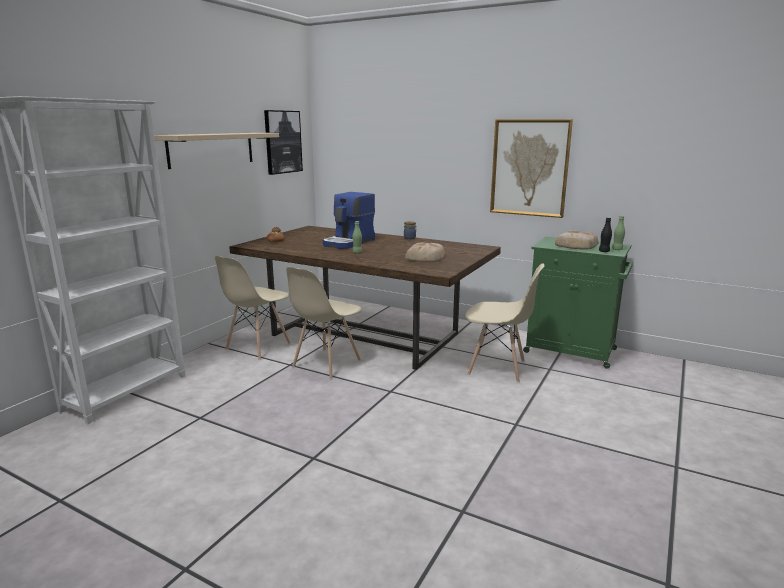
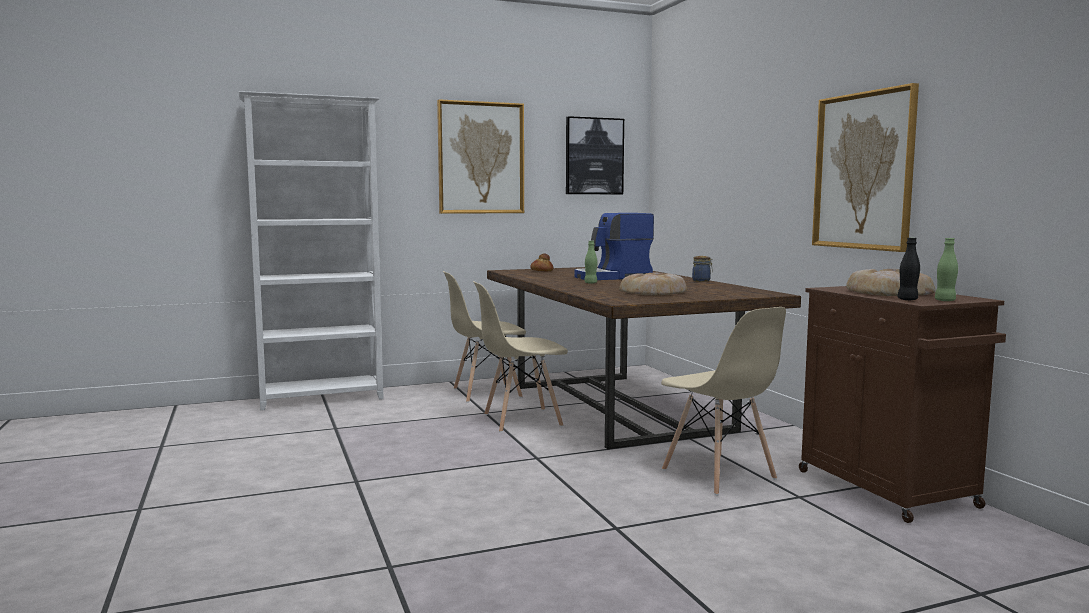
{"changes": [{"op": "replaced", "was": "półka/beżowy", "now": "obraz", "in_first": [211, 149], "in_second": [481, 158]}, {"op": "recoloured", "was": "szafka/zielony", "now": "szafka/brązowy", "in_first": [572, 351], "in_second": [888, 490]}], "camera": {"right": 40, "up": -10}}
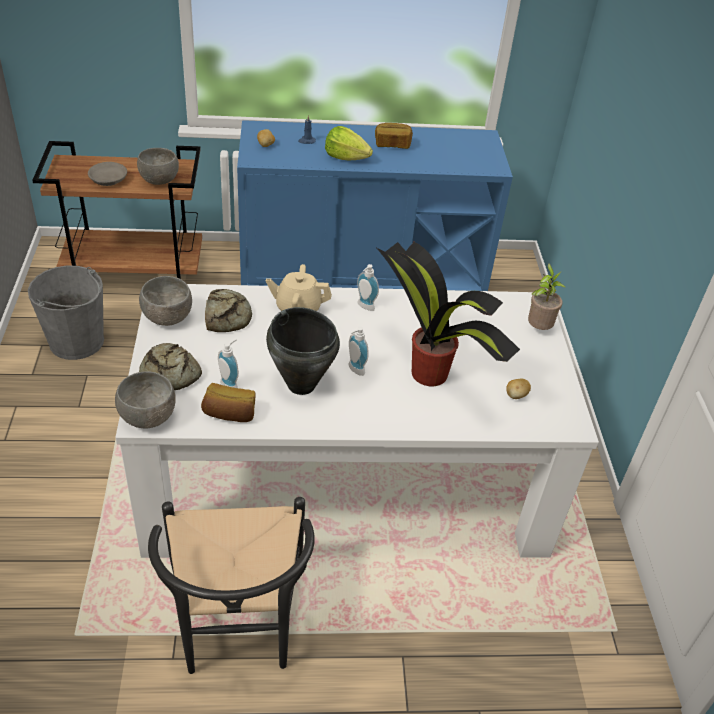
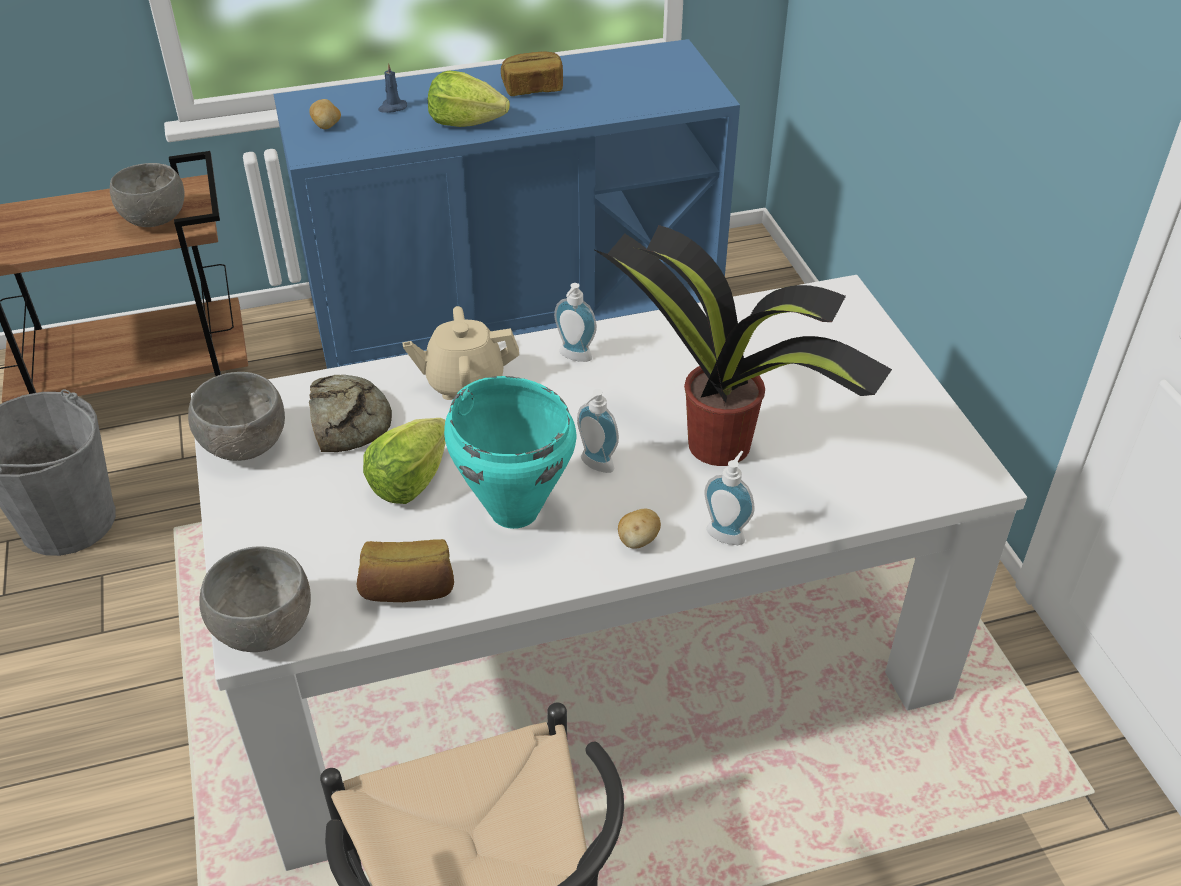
{"changes": [{"op": "removed", "was": "miska/szary", "in_first": [108, 179]}, {"op": "removed", "was": "chleb", "in_first": [169, 374]}, {"op": "moved", "was": "dozownik mydła", "in_first": [231, 384], "in_second": [727, 532]}, {"op": "recoloured", "was": "garnek/czarny", "now": "garnek/turkusowy", "in_first": [301, 384], "in_second": [514, 510]}, {"op": "moved", "was": "ziemniak", "in_first": [516, 395], "in_second": [638, 541]}, {"op": "removed", "was": "roślina doniczkowa", "in_first": [538, 328]}, {"op": "added", "now": "sałata", "in_second": [409, 480]}], "camera": {"right": -10, "up": 0}}
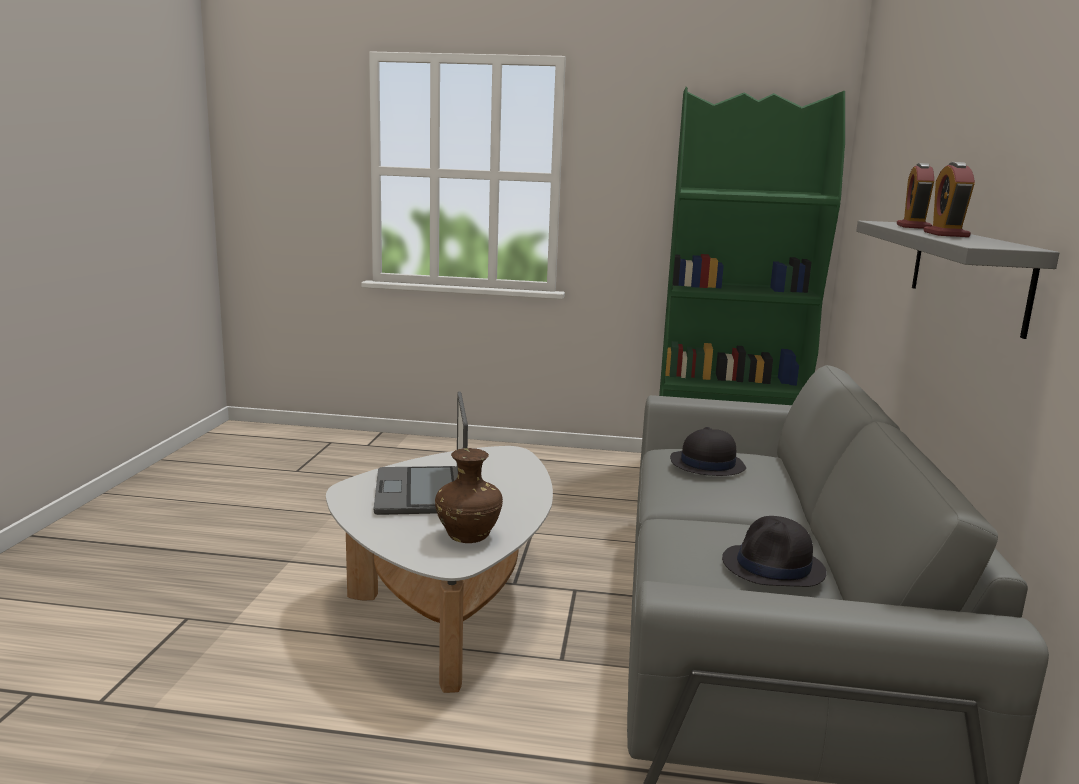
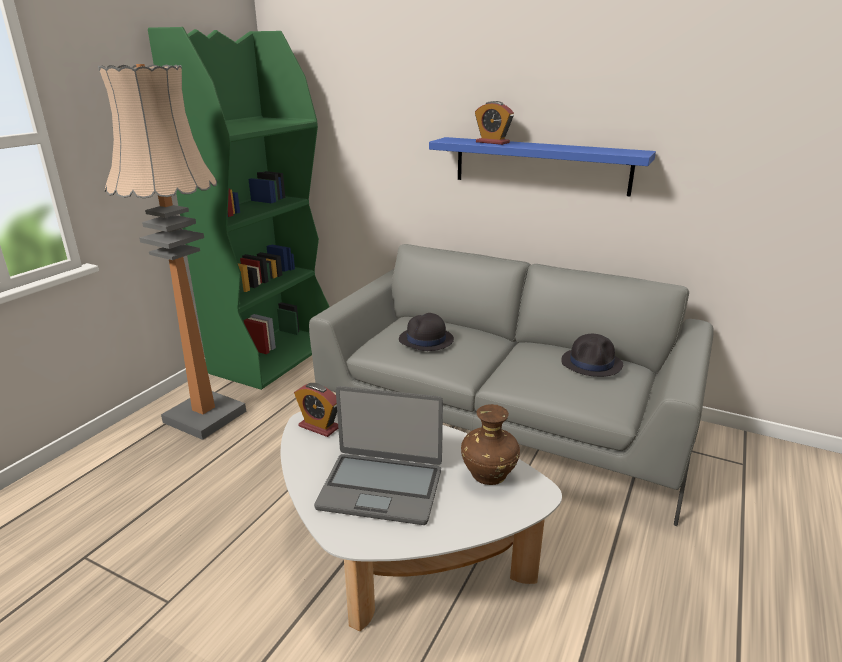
{"changes": [{"op": "recoloured", "was": "półka/szary", "now": "półka/niebieski", "in_first": [966, 272], "in_second": [540, 165]}, {"op": "moved", "was": "budzik", "in_first": [945, 234], "in_second": [319, 427]}, {"op": "added", "now": "lampa stojąca", "in_second": [205, 417]}], "camera": {"right": -70, "up": 10}}
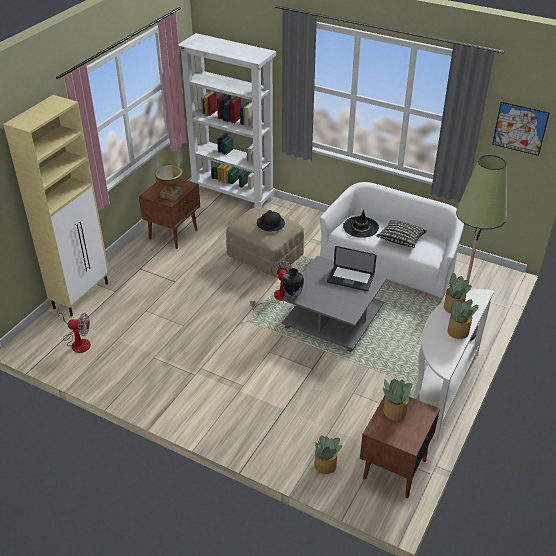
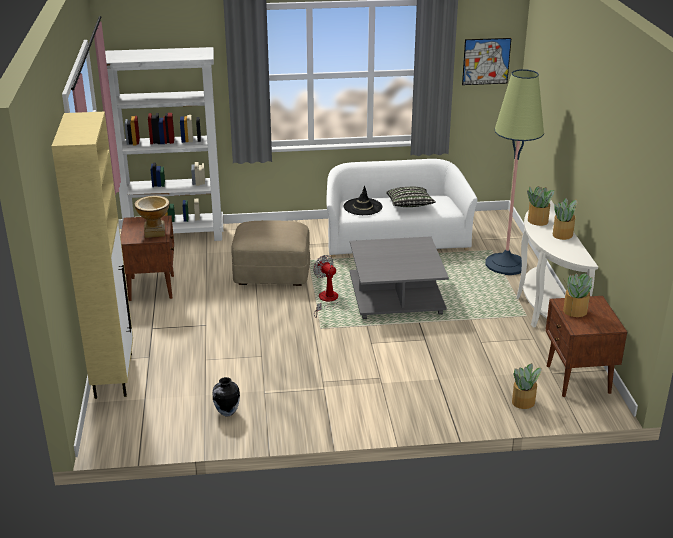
{"changes": [{"op": "removed", "was": "wentylator", "in_first": [78, 342]}, {"op": "removed", "was": "kapelusz/czarny", "in_first": [270, 223]}, {"op": "moved", "was": "wazon", "in_first": [292, 295], "in_second": [227, 413]}, {"op": "removed", "was": "laptop", "in_first": [350, 279]}], "camera": {"right": -35, "up": -10}}
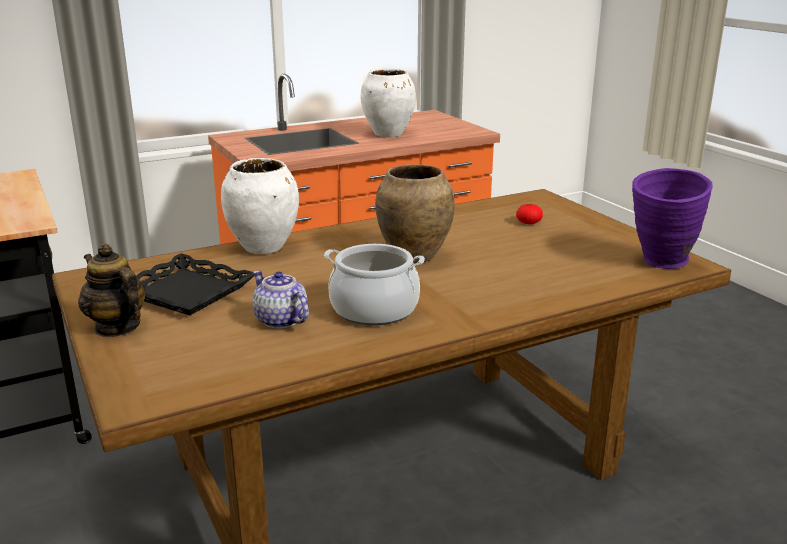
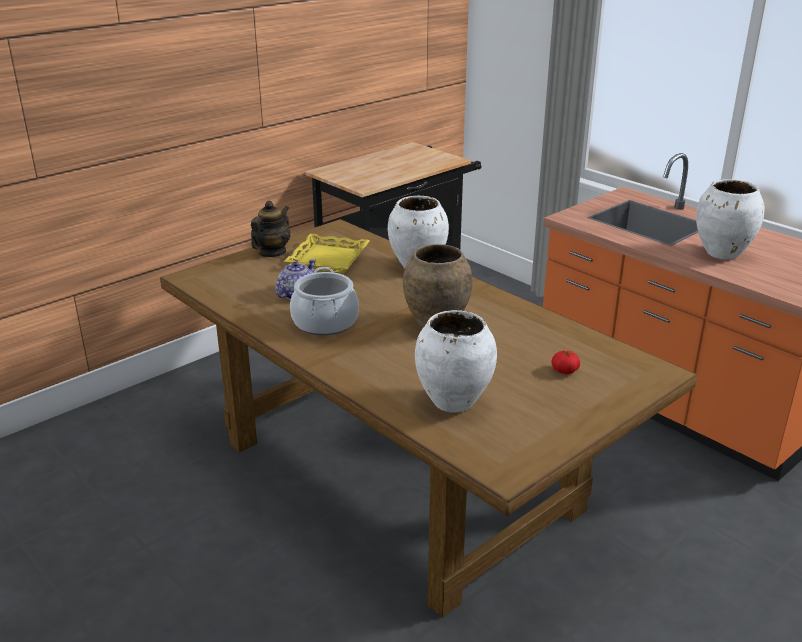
{"changes": [{"op": "recoloured", "was": "taca/czarny", "now": "taca/żółty", "in_first": [185, 292], "in_second": [327, 259]}, {"op": "removed", "was": "wazon/fioletowy", "in_first": [660, 264]}, {"op": "added", "now": "wazon/biały", "in_second": [452, 402]}], "camera": {"right": 75, "up": 5}}
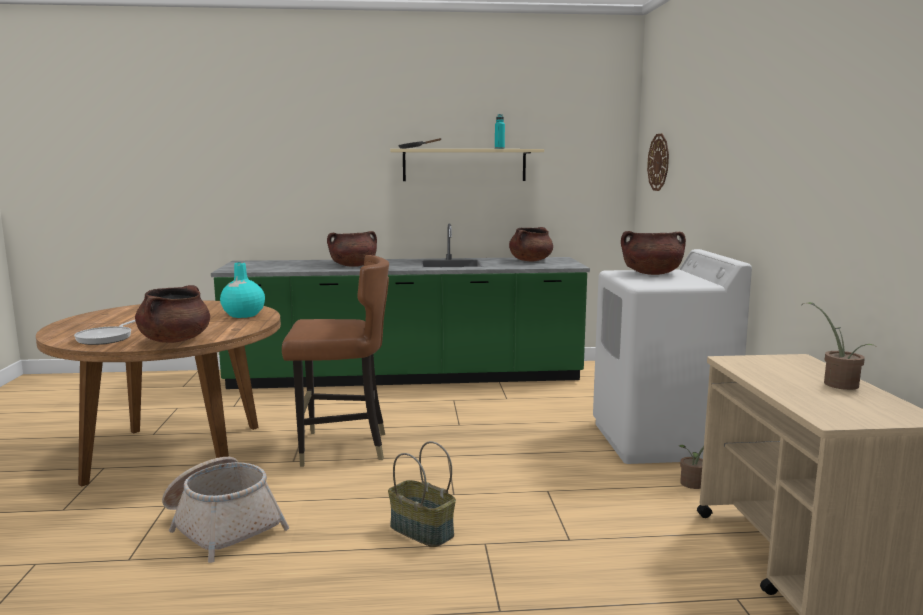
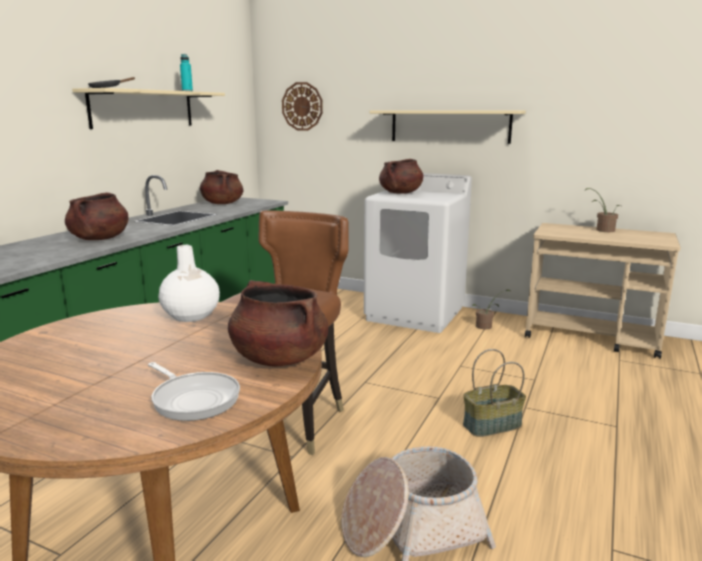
{"changes": [{"op": "recoloured", "was": "wazon/turkusowy", "now": "wazon/biały", "in_first": [243, 315], "in_second": [190, 316]}, {"op": "added", "now": "półka/beżowy", "in_second": [449, 126]}], "camera": {"right": -60, "up": 5}}
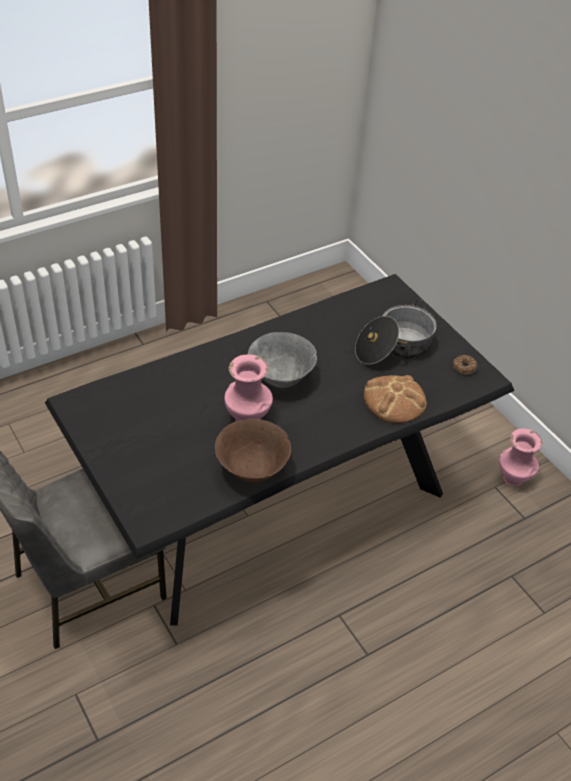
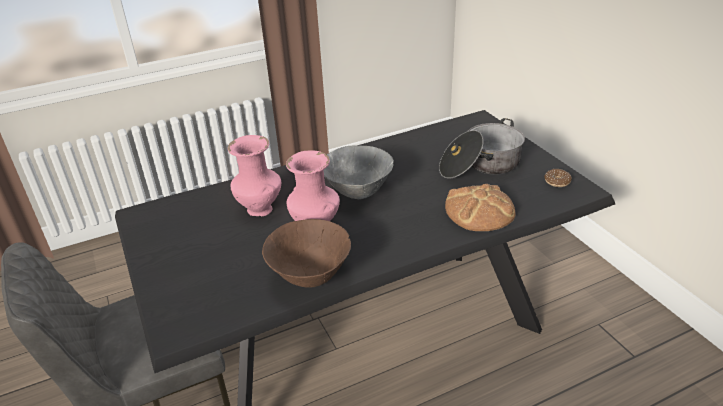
{"changes": [{"op": "moved", "was": "wazon/różowy", "in_first": [513, 479], "in_second": [260, 210]}], "camera": {"right": 10, "up": -10}}
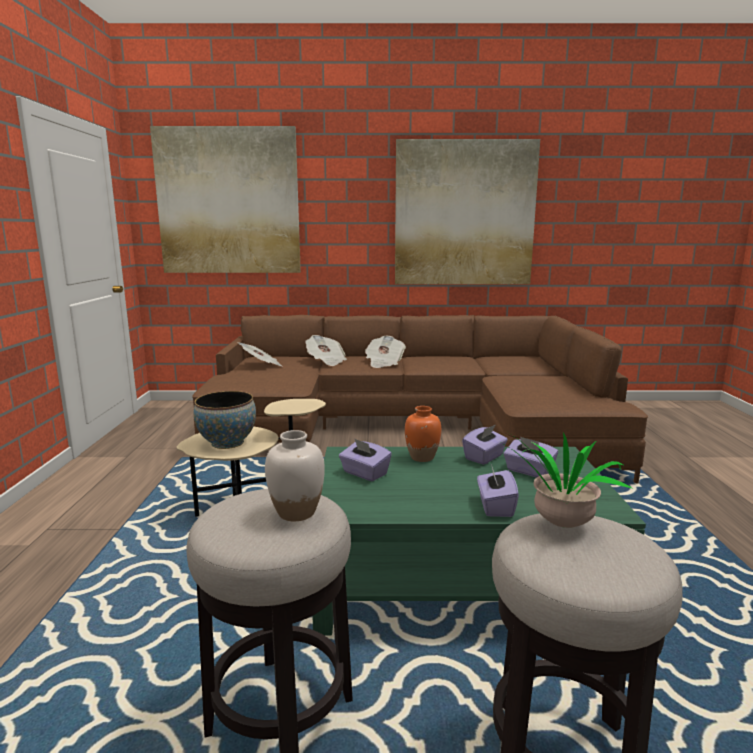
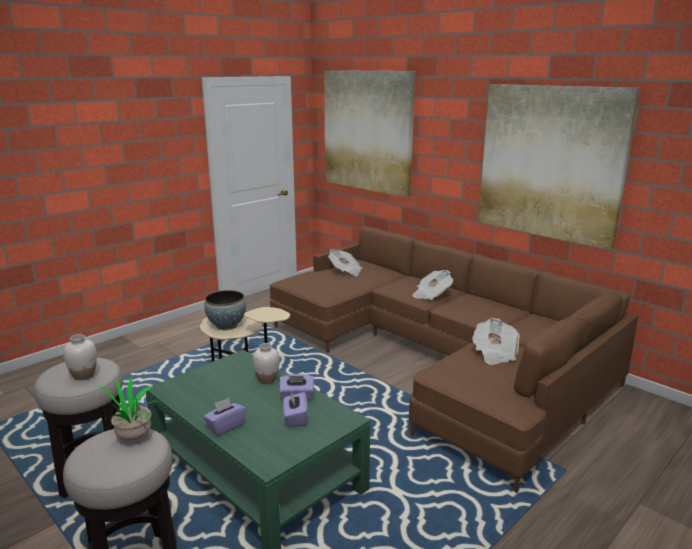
{"changes": [{"op": "moved", "was": "gazeta", "in_first": [326, 361], "in_second": [494, 353]}, {"op": "removed", "was": "pudełko chusteczek/fioletowy", "in_first": [364, 473]}, {"op": "recoloured", "was": "wazon/pomarańczowy", "now": "wazon/biały", "in_first": [422, 457], "in_second": [267, 380]}], "camera": {"right": 45, "up": 5}}
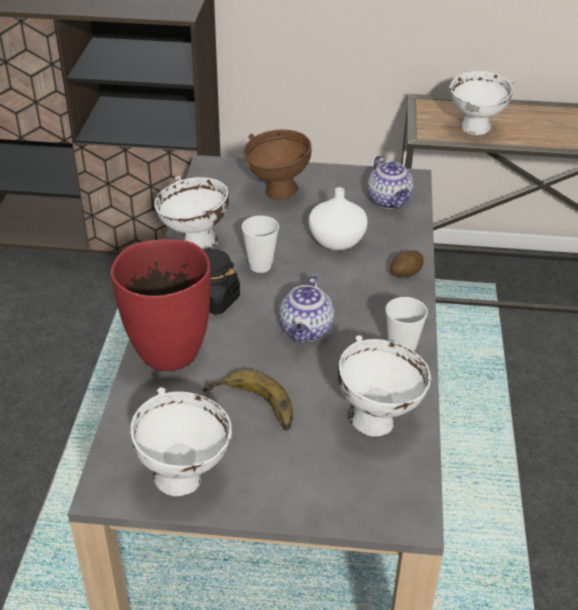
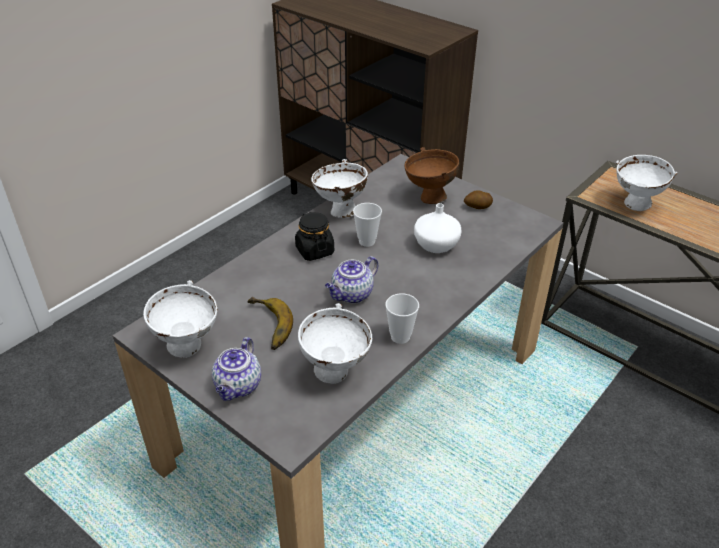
{"changes": [{"op": "removed", "was": "wazon/czerwony", "in_first": [168, 352]}, {"op": "moved", "was": "imbryk", "in_first": [390, 201], "in_second": [238, 387]}, {"op": "moved", "was": "ziemniak", "in_first": [405, 273], "in_second": [477, 207]}], "camera": {"right": 35, "up": 0}}
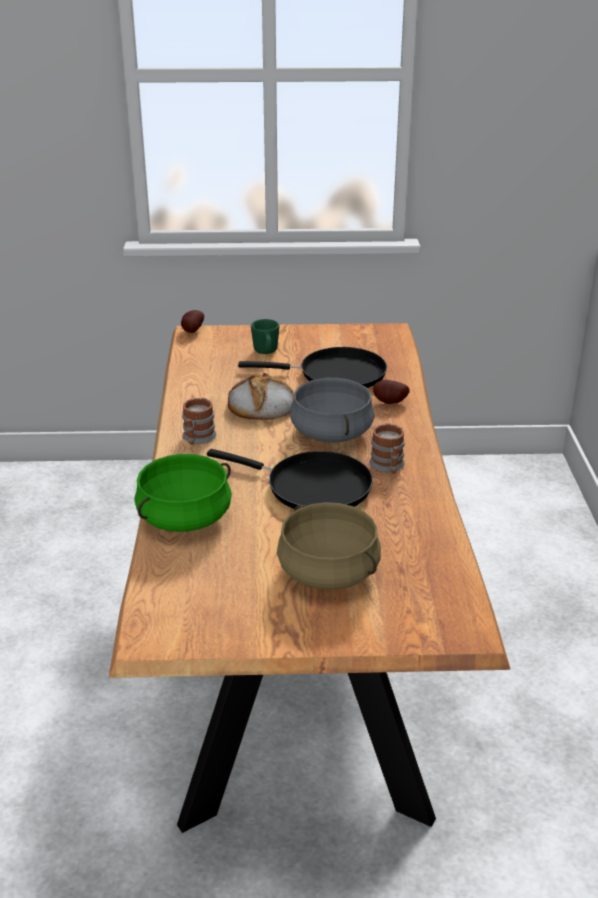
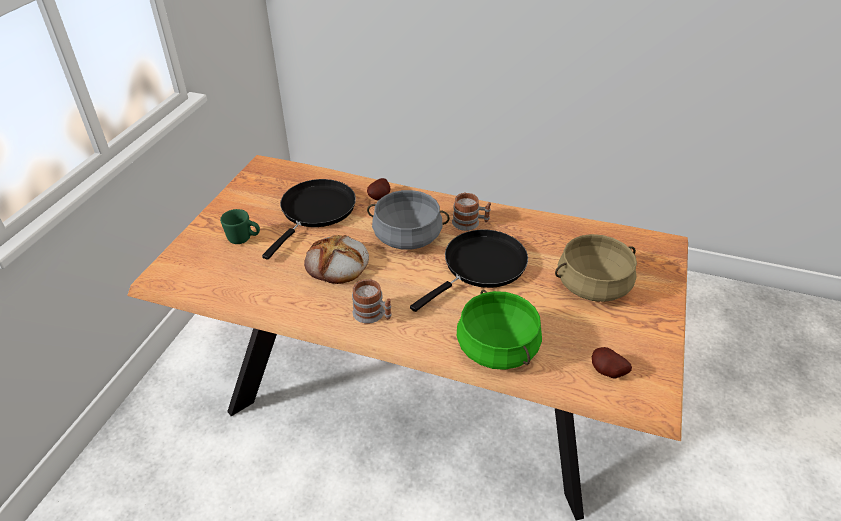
{"changes": [{"op": "moved", "was": "ziemniak", "in_first": [192, 331], "in_second": [607, 373]}], "camera": {"right": -70, "up": 10}}
